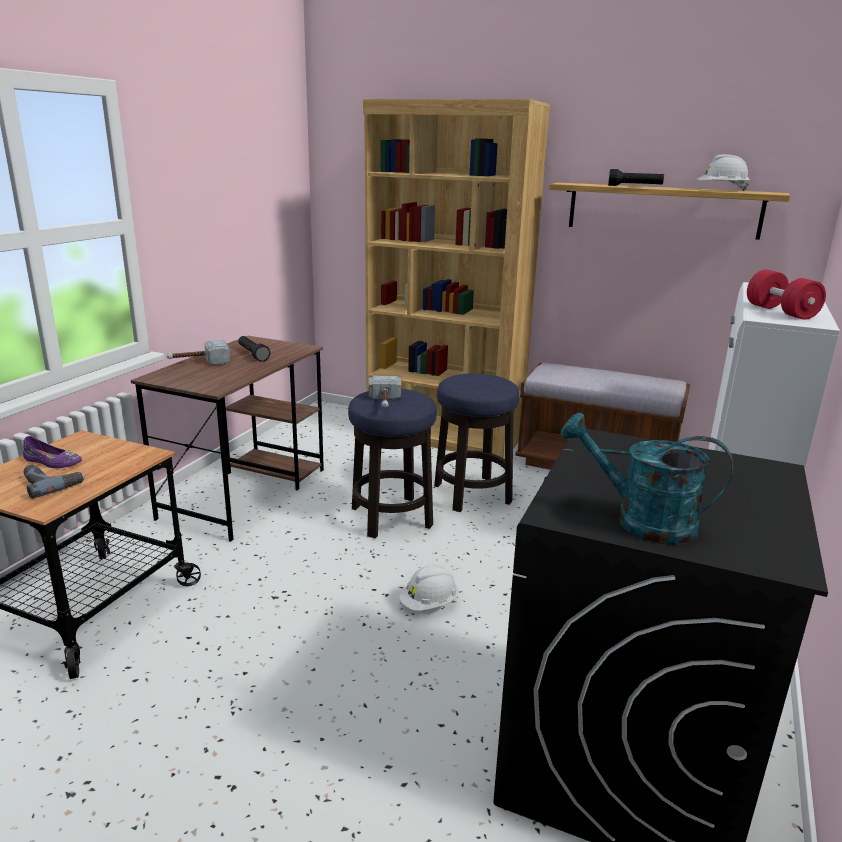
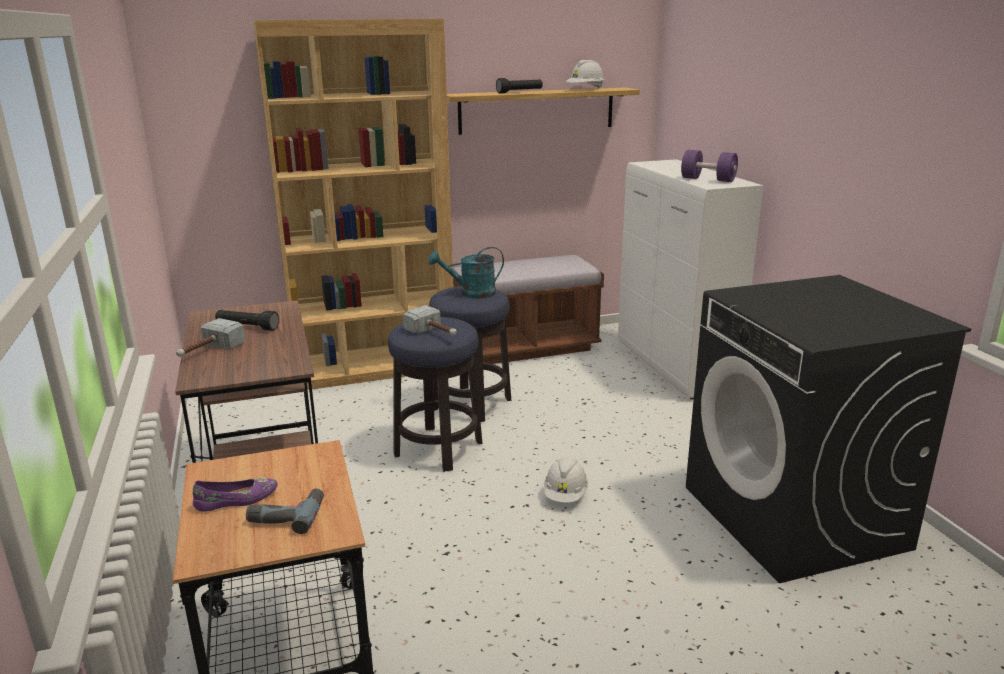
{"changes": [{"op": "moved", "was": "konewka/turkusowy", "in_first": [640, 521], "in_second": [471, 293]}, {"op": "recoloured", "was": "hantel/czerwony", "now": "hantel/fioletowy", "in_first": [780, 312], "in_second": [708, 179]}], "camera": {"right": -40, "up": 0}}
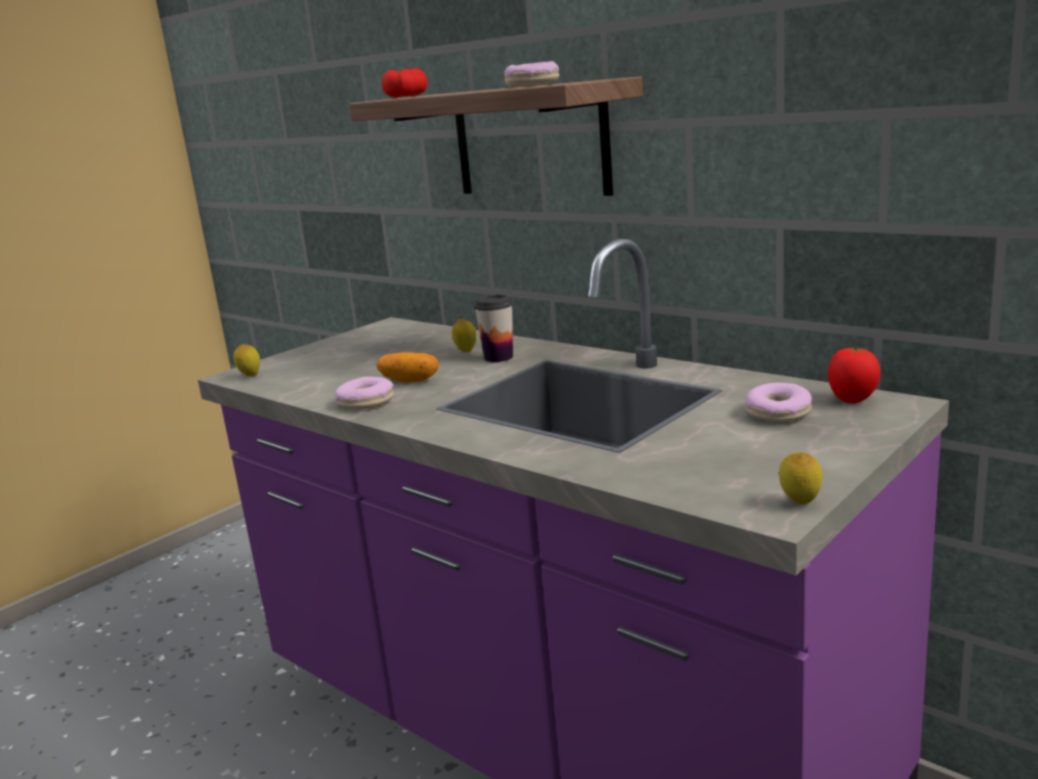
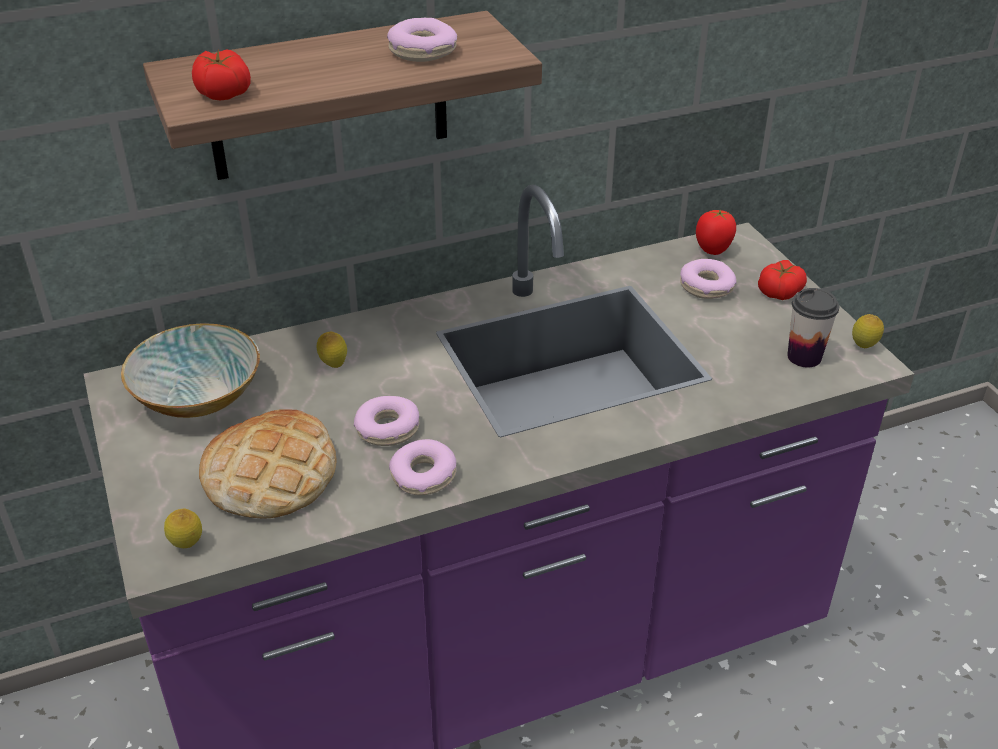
{"changes": [{"op": "replaced", "was": "ziemniak", "now": "donut", "in_first": [409, 381], "in_second": [387, 429]}, {"op": "moved", "was": "filiżanka", "in_first": [498, 357], "in_second": [804, 357]}, {"op": "added", "now": "miska", "in_second": [199, 395]}, {"op": "added", "now": "chleb", "in_second": [271, 474]}, {"op": "added", "now": "pomidor", "in_second": [779, 291]}], "camera": {"right": -65, "up": 20}}
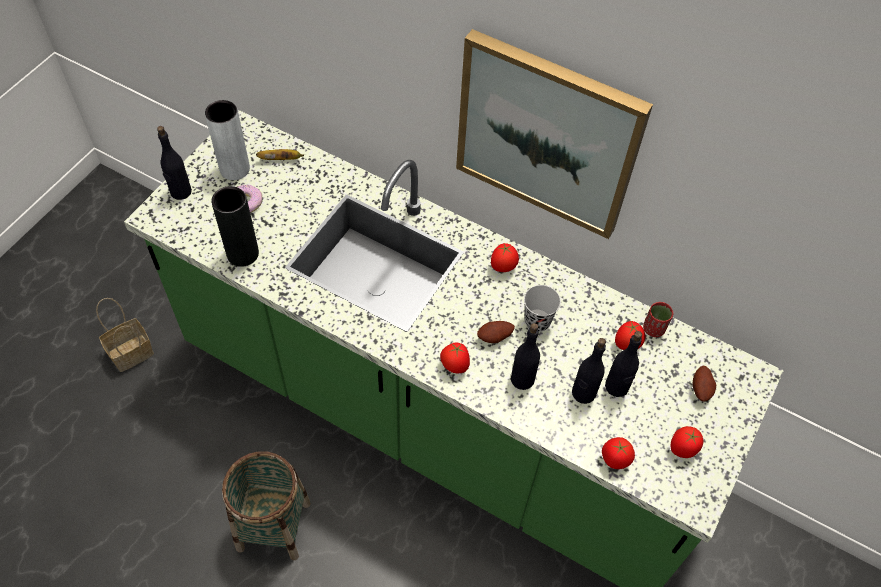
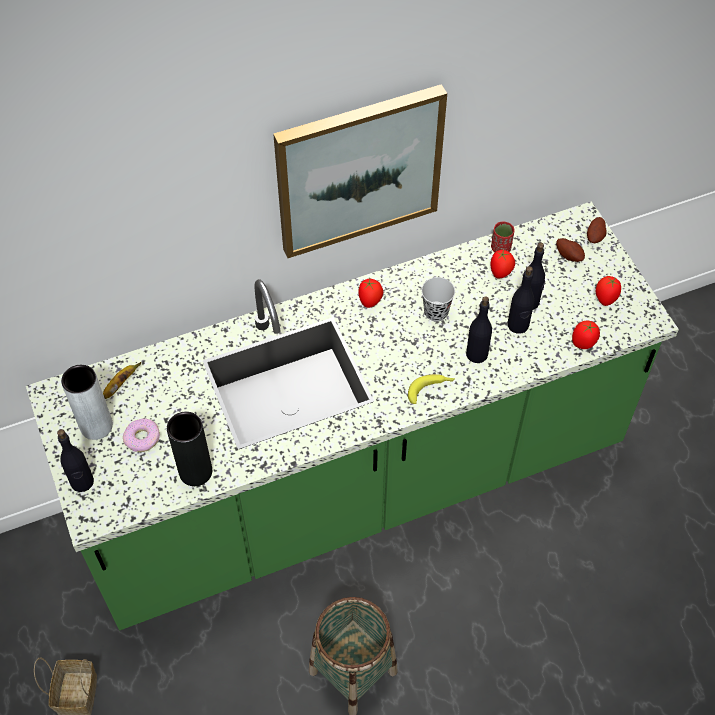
{"changes": [{"op": "replaced", "was": "pomidor", "now": "banan", "in_first": [454, 366], "in_second": [430, 389]}, {"op": "moved", "was": "ziemniak", "in_first": [495, 337], "in_second": [595, 236]}], "camera": {"right": -50, "up": 0}}
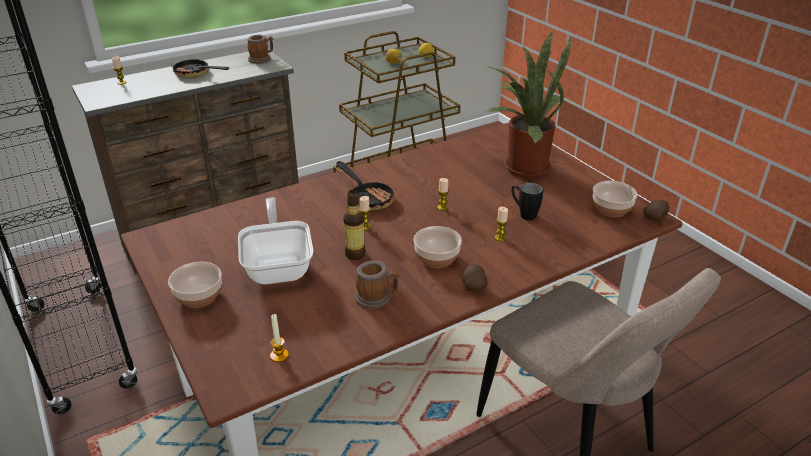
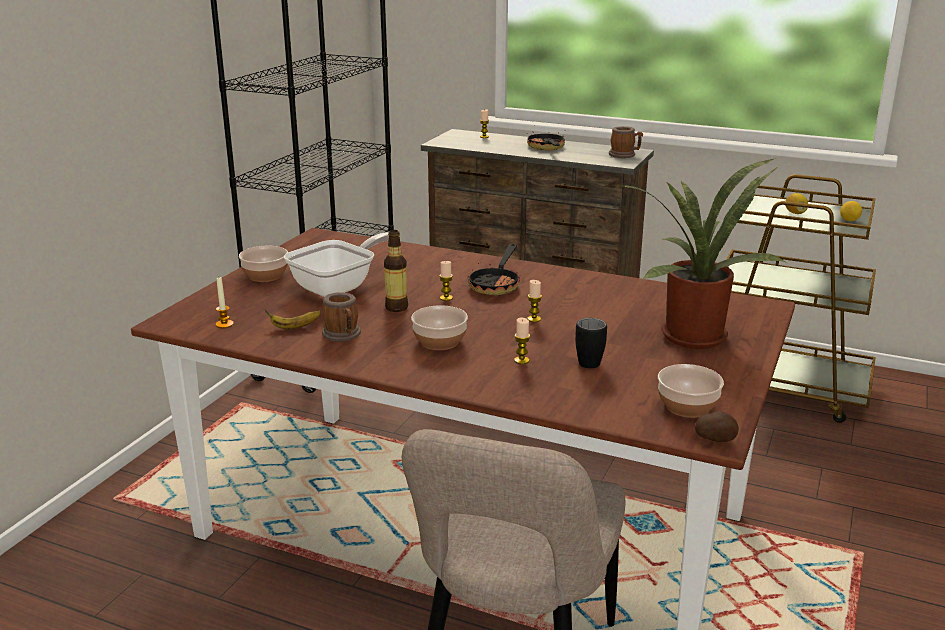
{"changes": [{"op": "removed", "was": "ziemniak", "in_first": [473, 286]}, {"op": "added", "now": "banan", "in_second": [294, 327]}], "camera": {"right": 55, "up": -10}}
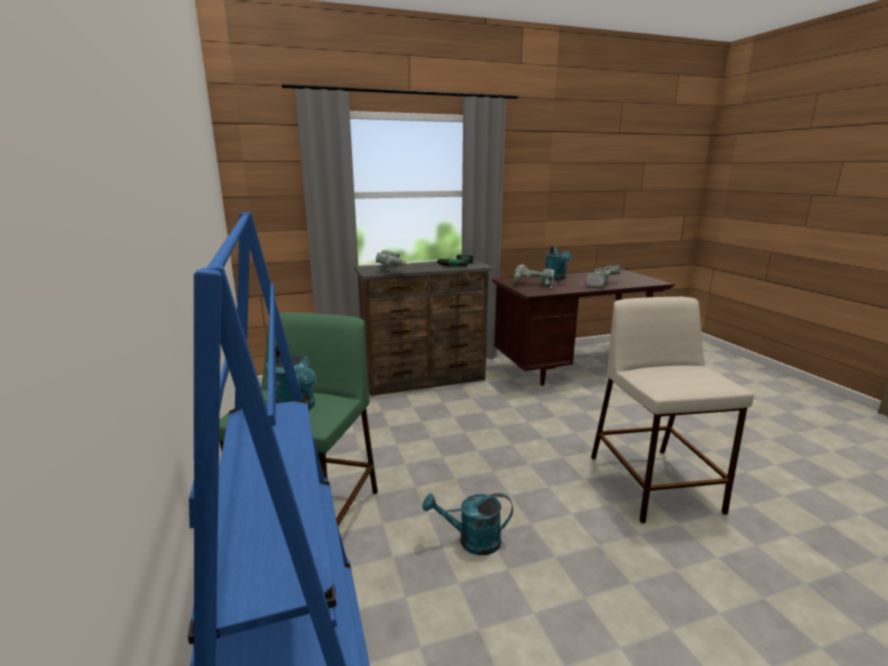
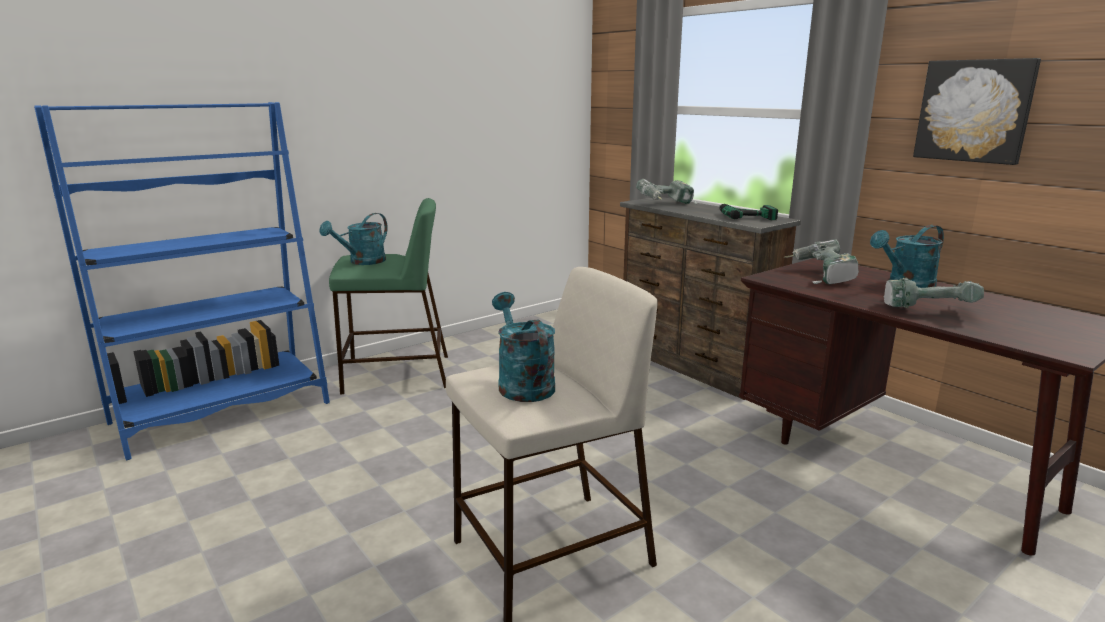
{"changes": [{"op": "moved", "was": "konewka/turkusowy", "in_first": [471, 541], "in_second": [522, 383]}, {"op": "added", "now": "obraz", "in_second": [974, 111]}], "camera": {"right": 70, "up": 0}}
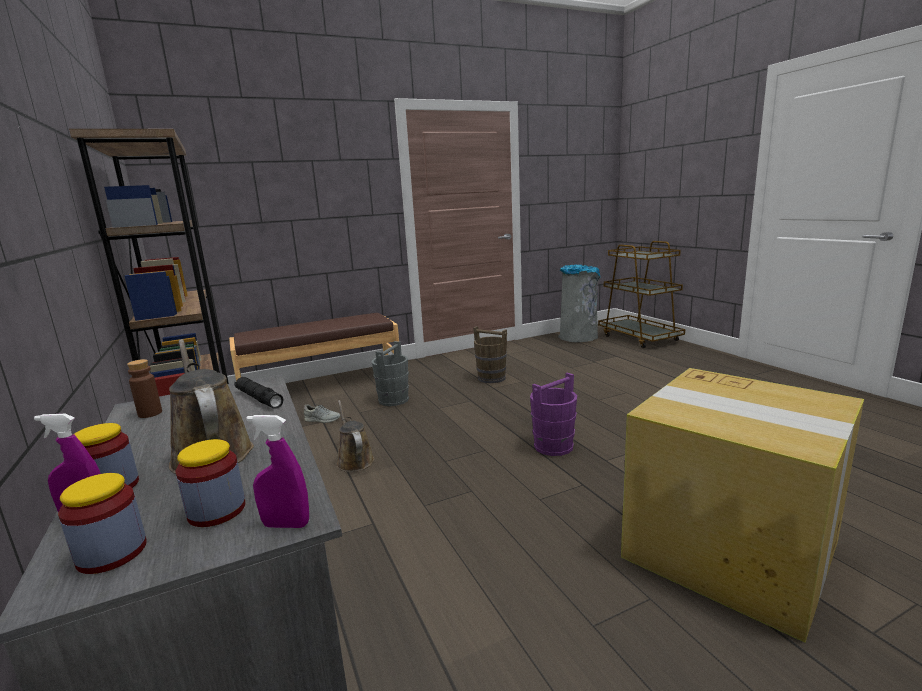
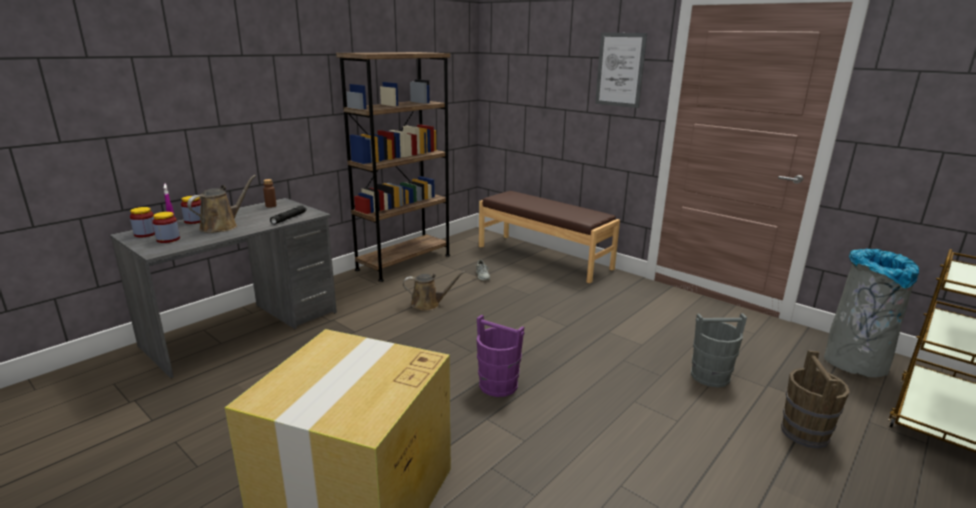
{"changes": [{"op": "removed", "was": "spryskiwacz/fioletowy", "in_first": [286, 525]}, {"op": "turned", "was": "konewka/brązowy", "in_first": [354, 460], "in_second": [428, 304], "clockwise": 45}, {"op": "moved", "was": "wiadro/szary", "in_first": [393, 400], "in_second": [709, 376]}, {"op": "moved", "was": "wiadro/brązowy", "in_first": [491, 378], "in_second": [804, 433]}, {"op": "added", "now": "obraz", "in_second": [620, 70]}], "camera": {"right": 65, "up": 5}}
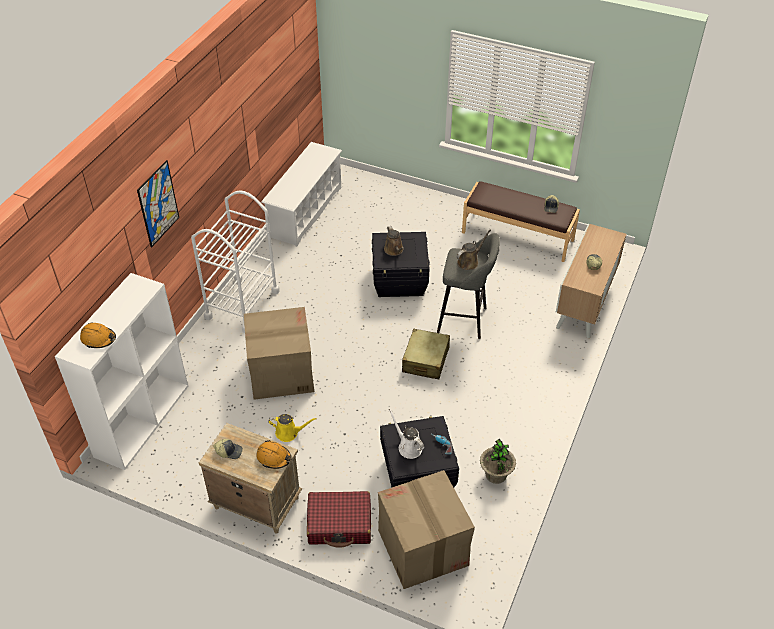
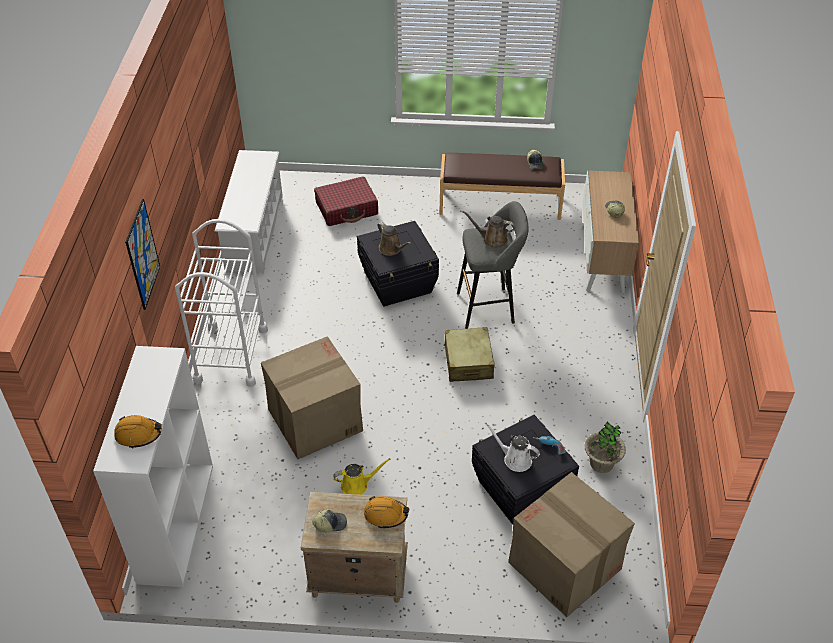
{"changes": [{"op": "moved", "was": "walizka/czerwony", "in_first": [340, 524], "in_second": [347, 208]}, {"op": "turned", "was": "konewka/brązowy", "in_first": [469, 261], "in_second": [492, 239], "clockwise": -105}], "camera": {"right": -20, "up": 0}}
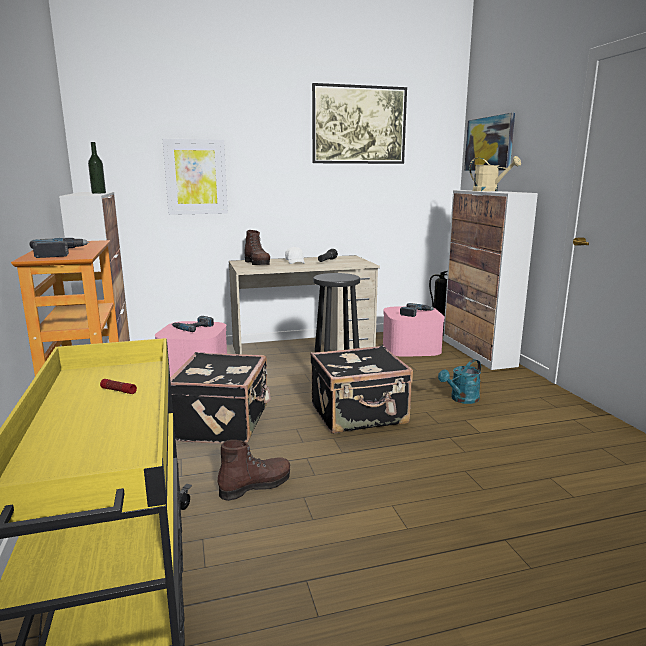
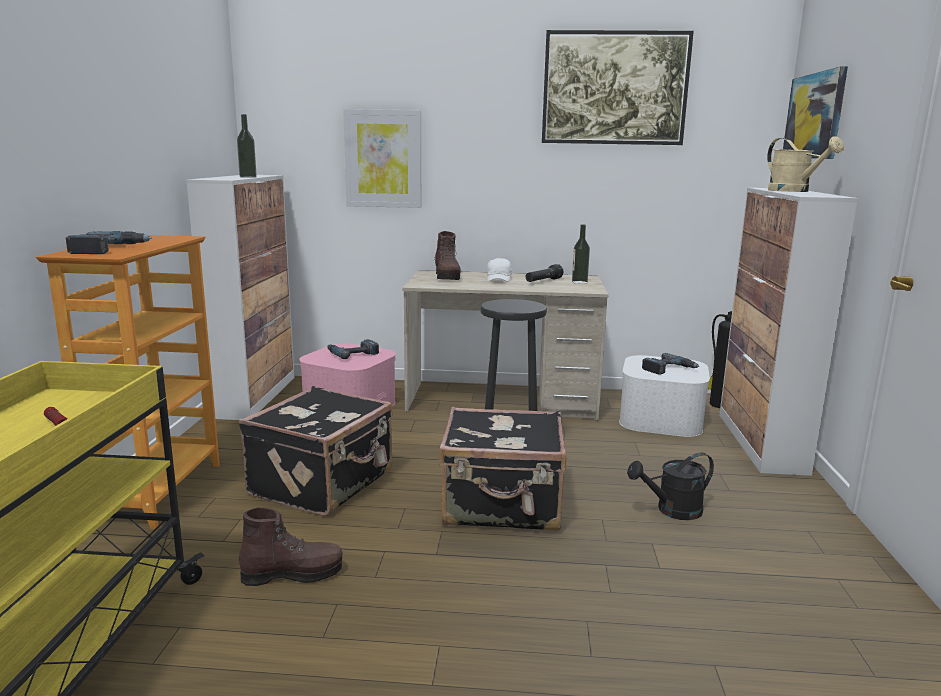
{"changes": [{"op": "recoloured", "was": "pojemnik do przechowywania/różowy", "now": "pojemnik do przechowywania/biały", "in_first": [411, 347], "in_second": [660, 419]}, {"op": "recoloured", "was": "konewka/turkusowy", "now": "konewka/czarny", "in_first": [461, 399], "in_second": [672, 511]}, {"op": "added", "now": "butelka", "in_second": [579, 282]}], "camera": {"right": 20, "up": 0}}
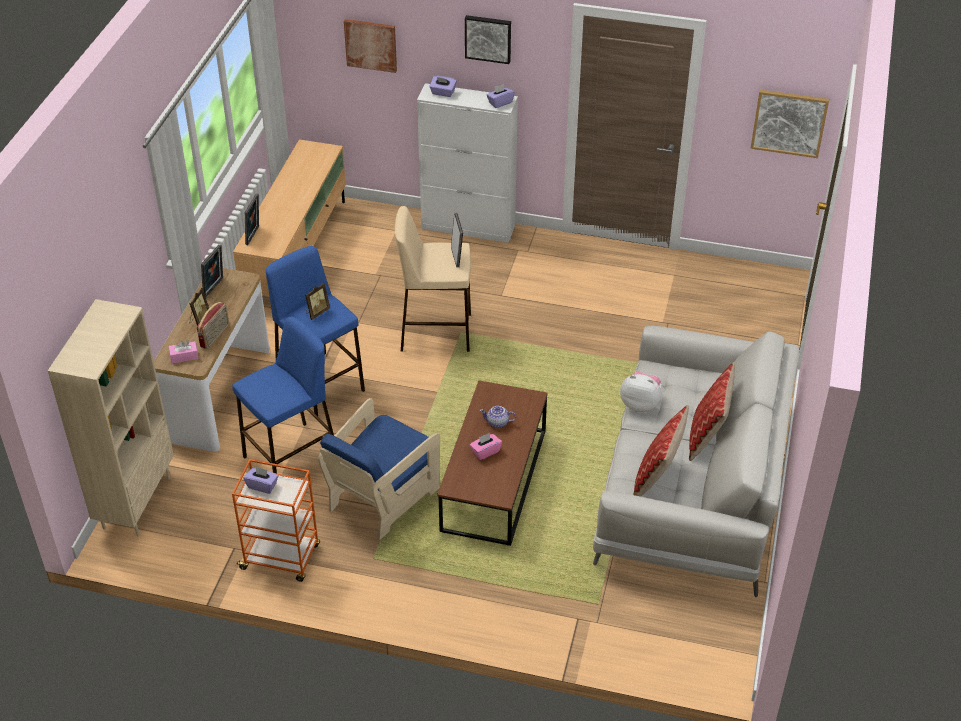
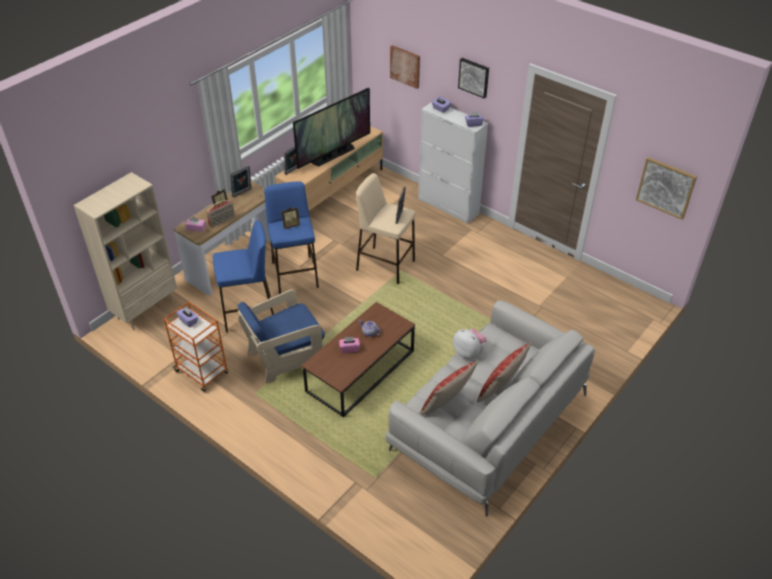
{"changes": [{"op": "added", "now": "telewizor", "in_second": [333, 155]}], "camera": {"right": 25, "up": 0}}
